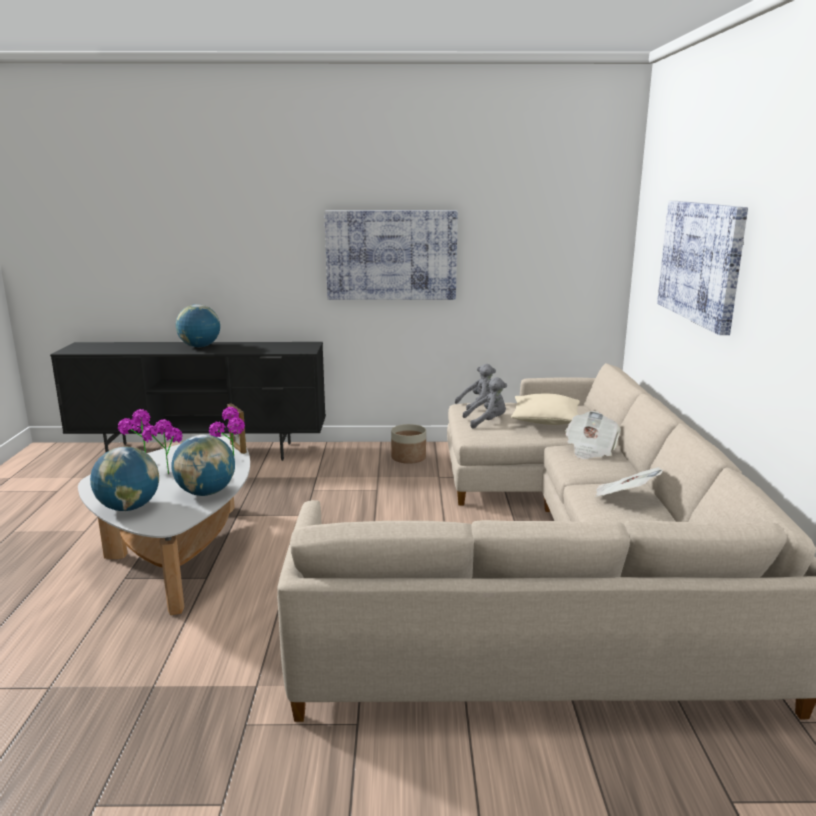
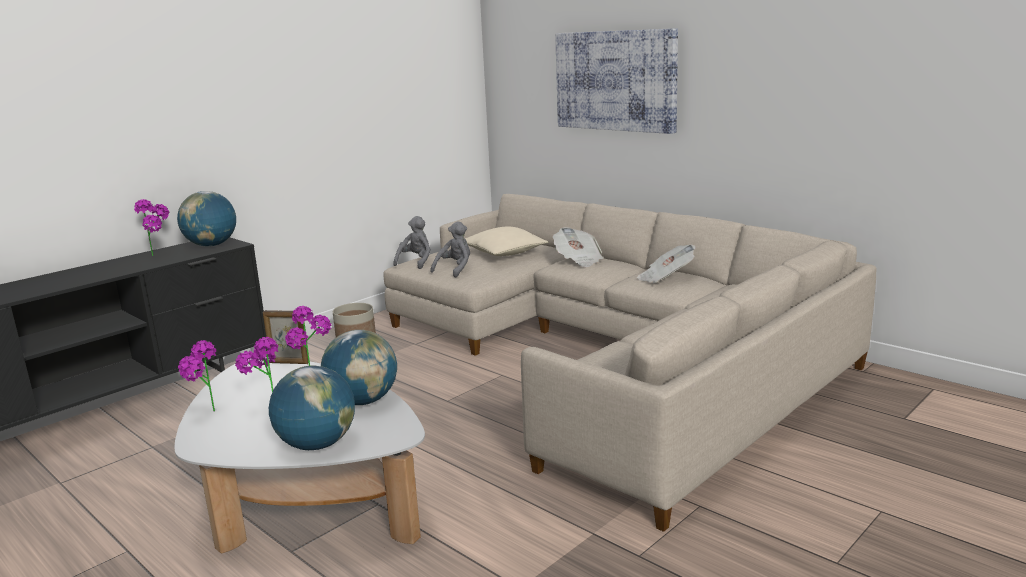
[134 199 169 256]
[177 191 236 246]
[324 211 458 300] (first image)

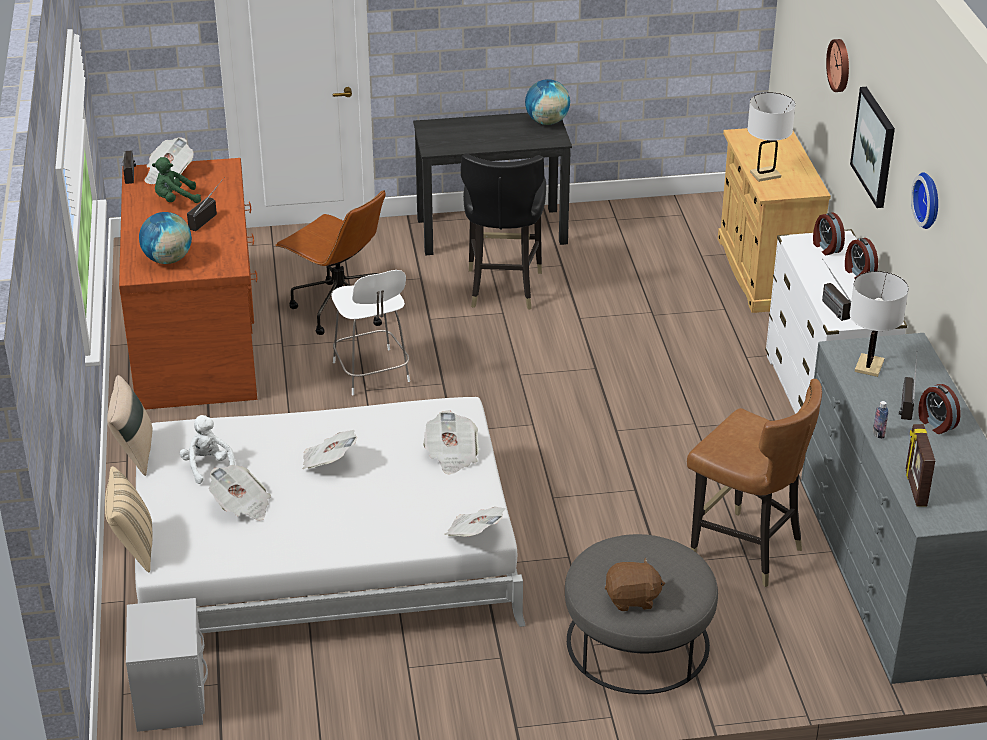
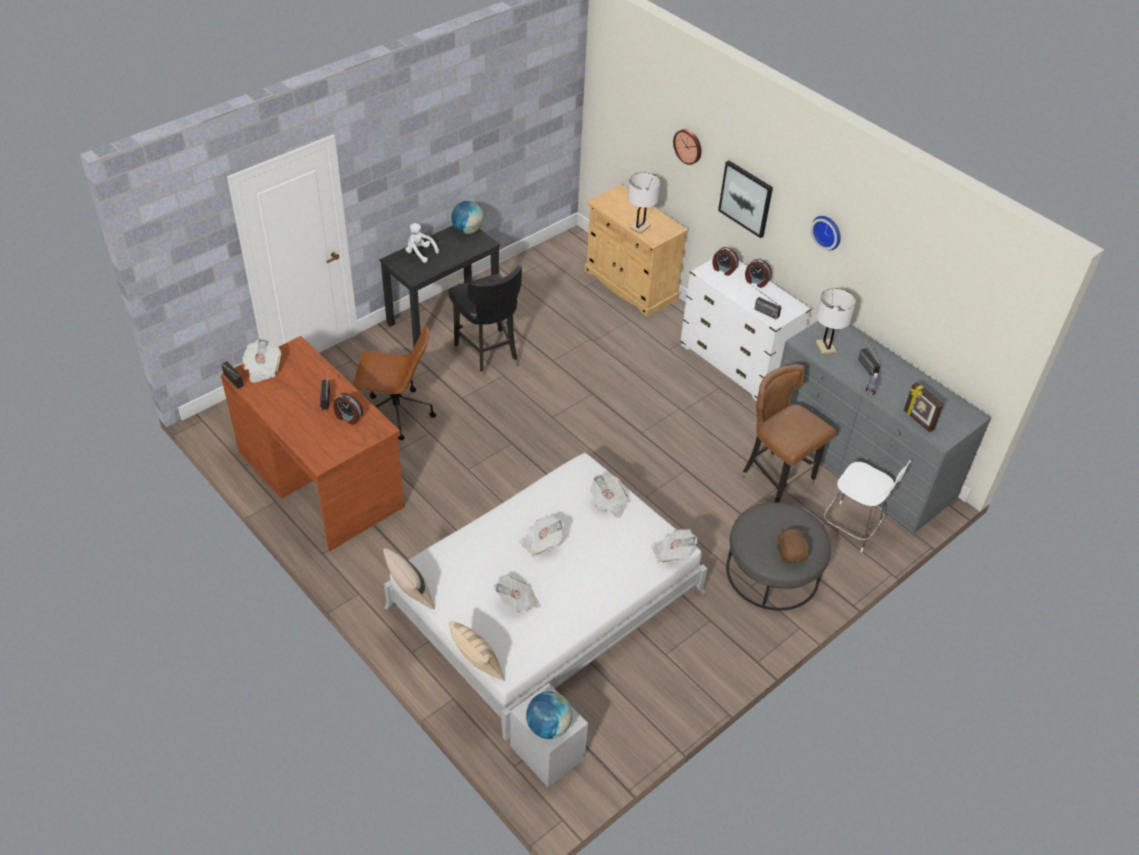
[333 393 363 425]
[406 223 439 263]
[526 691 572 739]
[740 364 836 503]
[777 529 809 563]
[823 460 911 552]
[152 157 201 203] (first image)

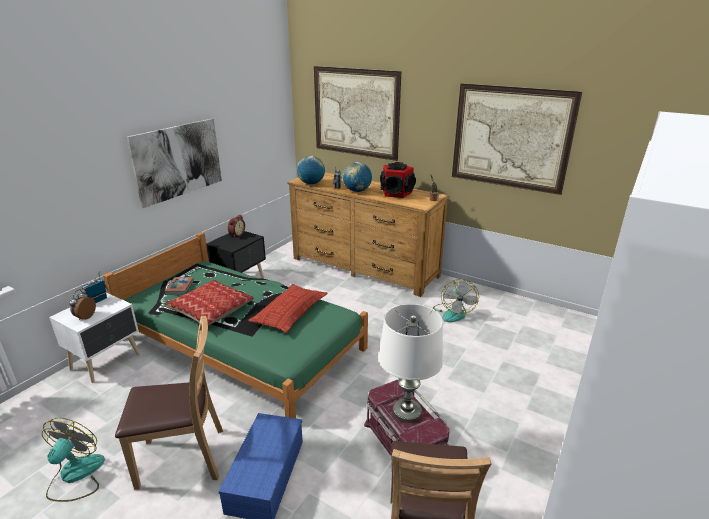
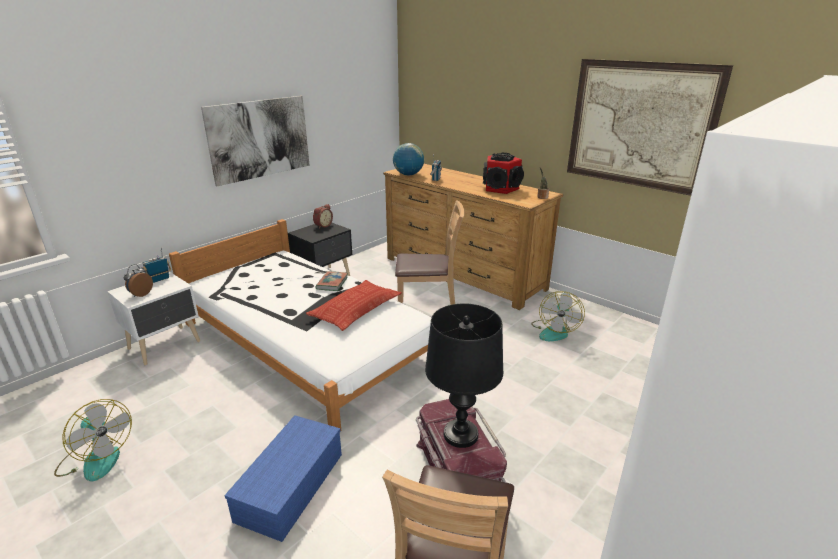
[54 399 132 481]
[169 219 431 430]
[315 271 348 291]
[395 200 465 305]
[425 303 503 448]
[163 280 254 325] (first image)
[314 66 401 161] (first image)
[343 162 372 192] (first image)

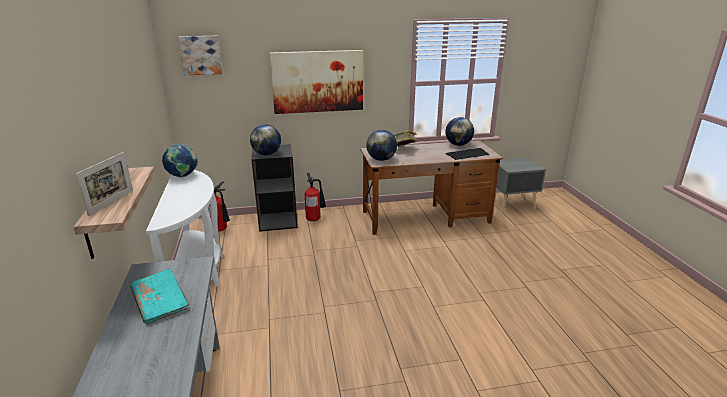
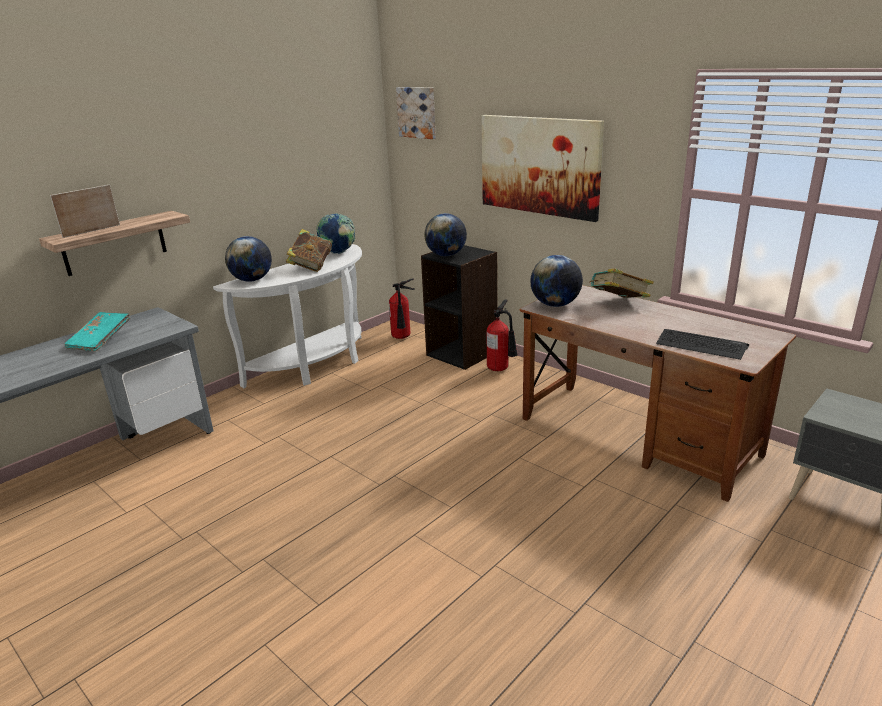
[50 184 120 238]
[225 236 272 282]
[286 229 332 272]

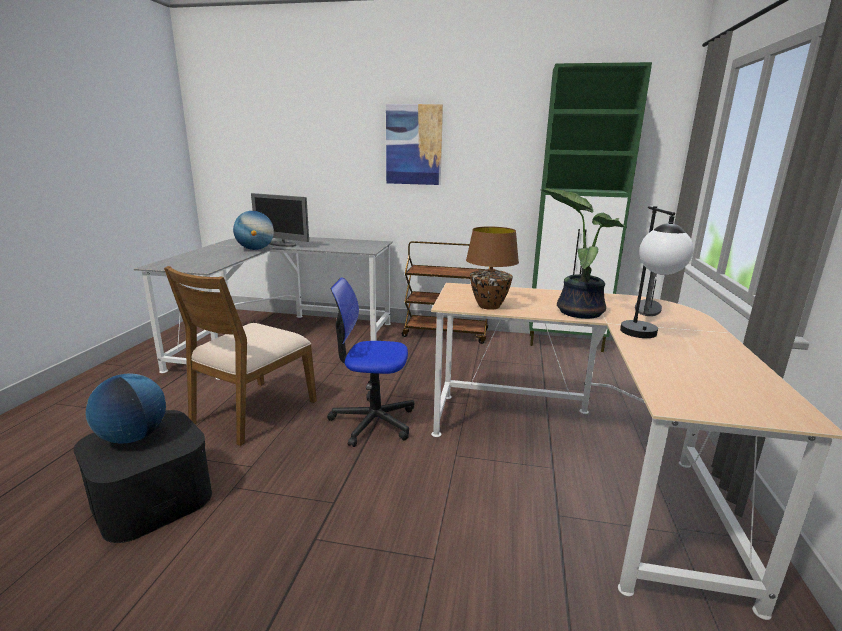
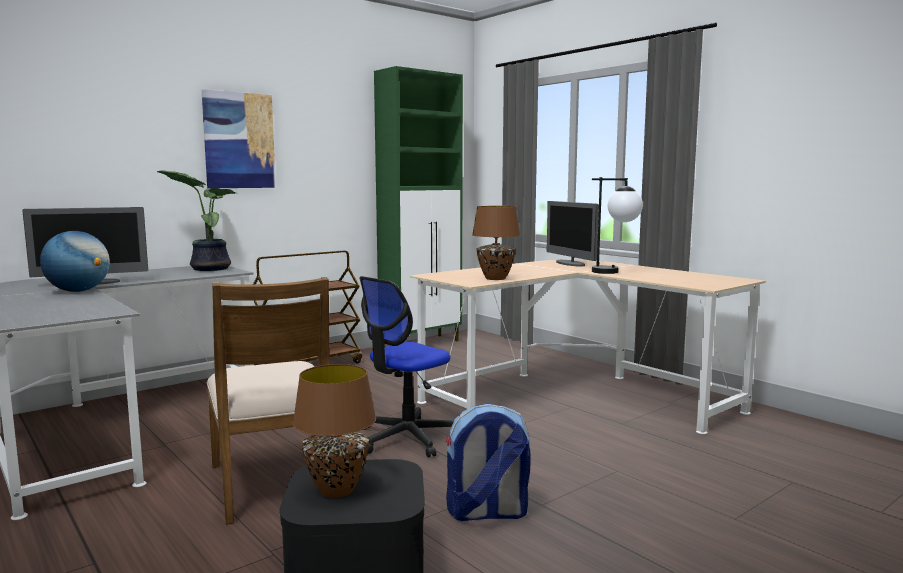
[156 170 235 271]
[293 364 376 498]
[446 404 531 521]

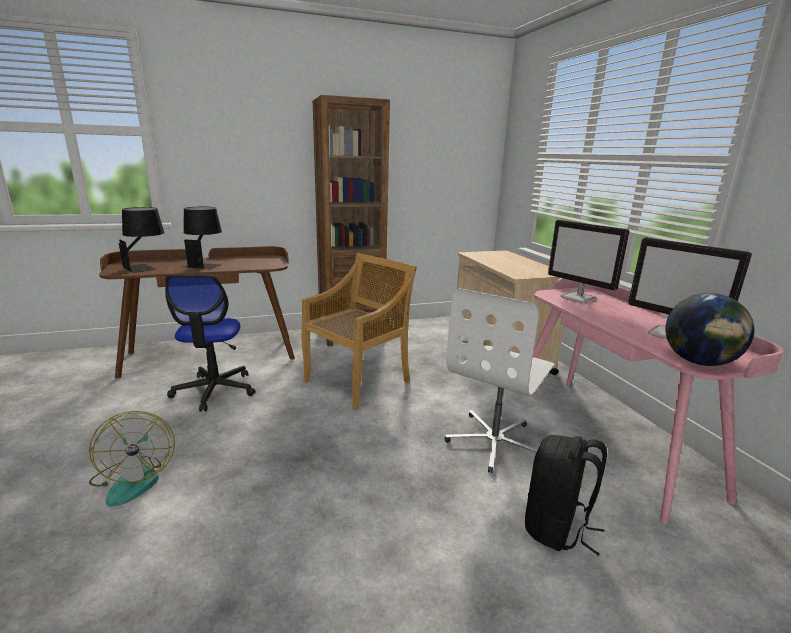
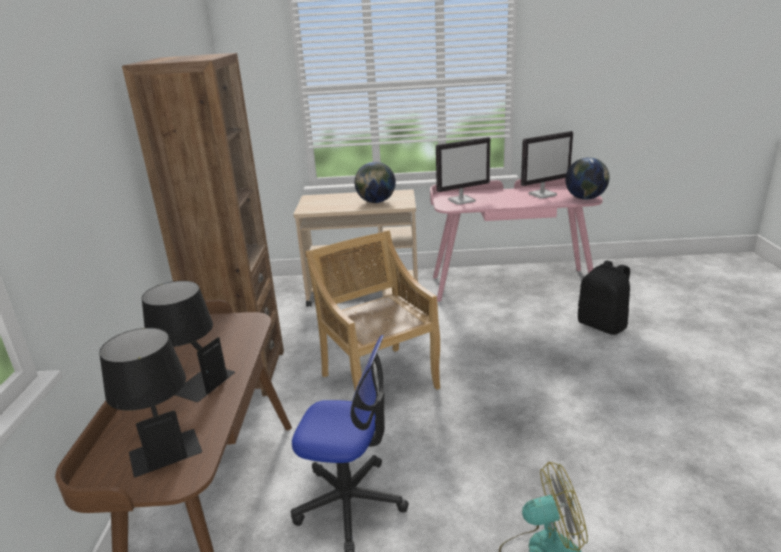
[355 162 396 203]
[445 288 555 473] (first image)

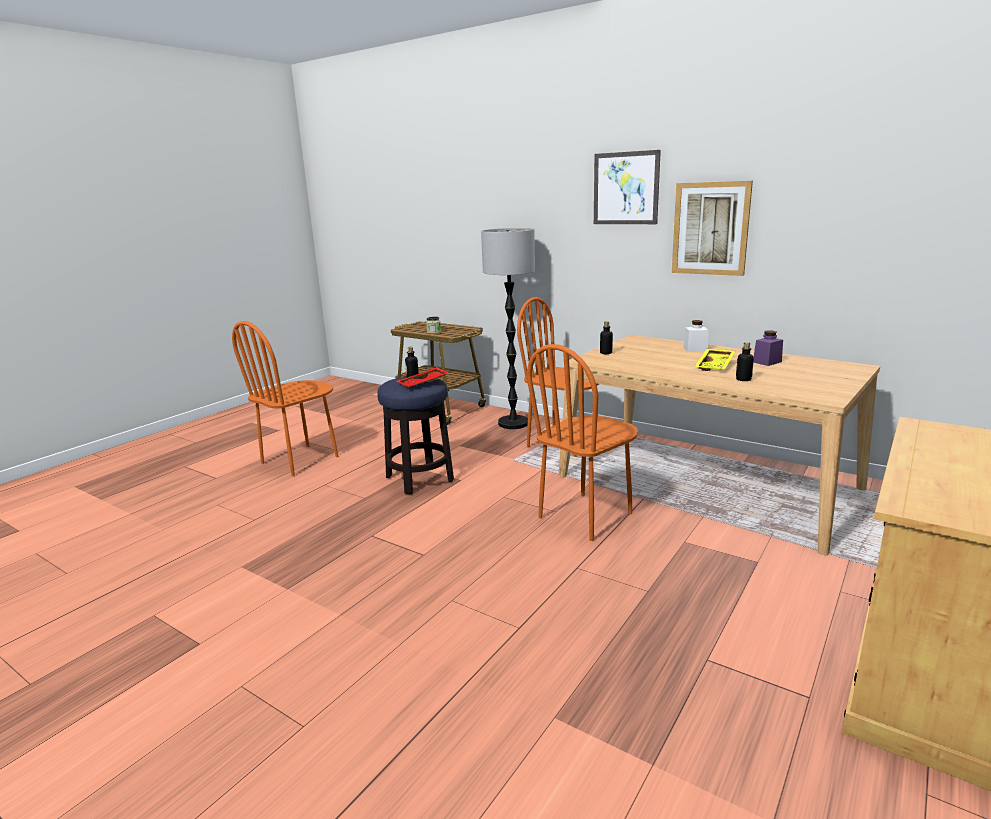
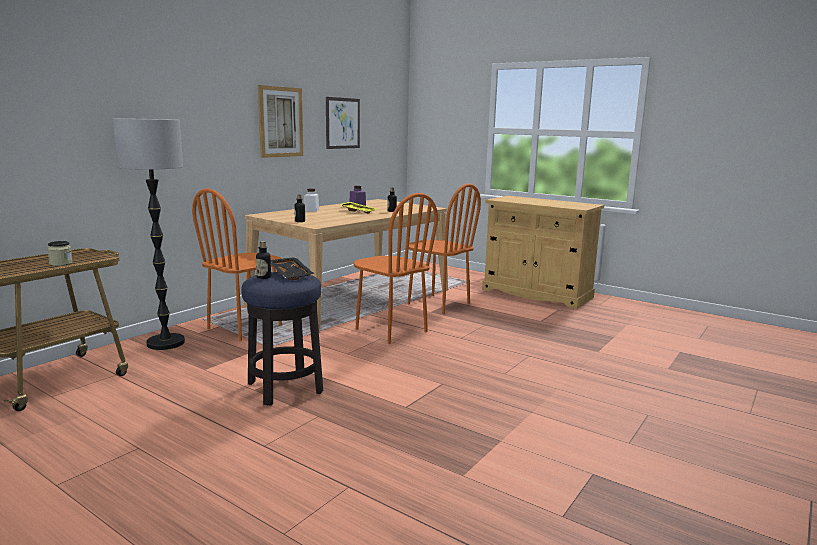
[271 257 314 280]
[326 97 360 149]
[408 184 481 314]

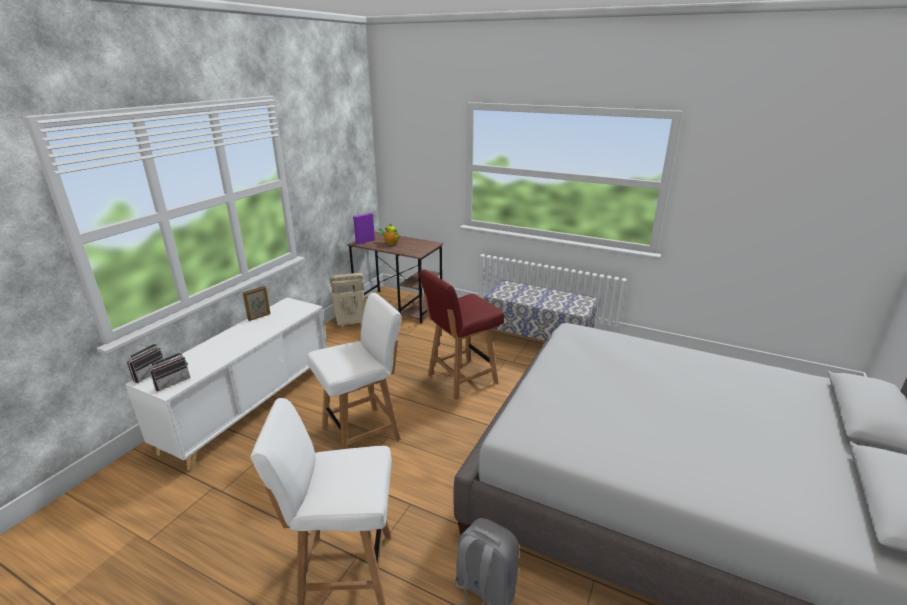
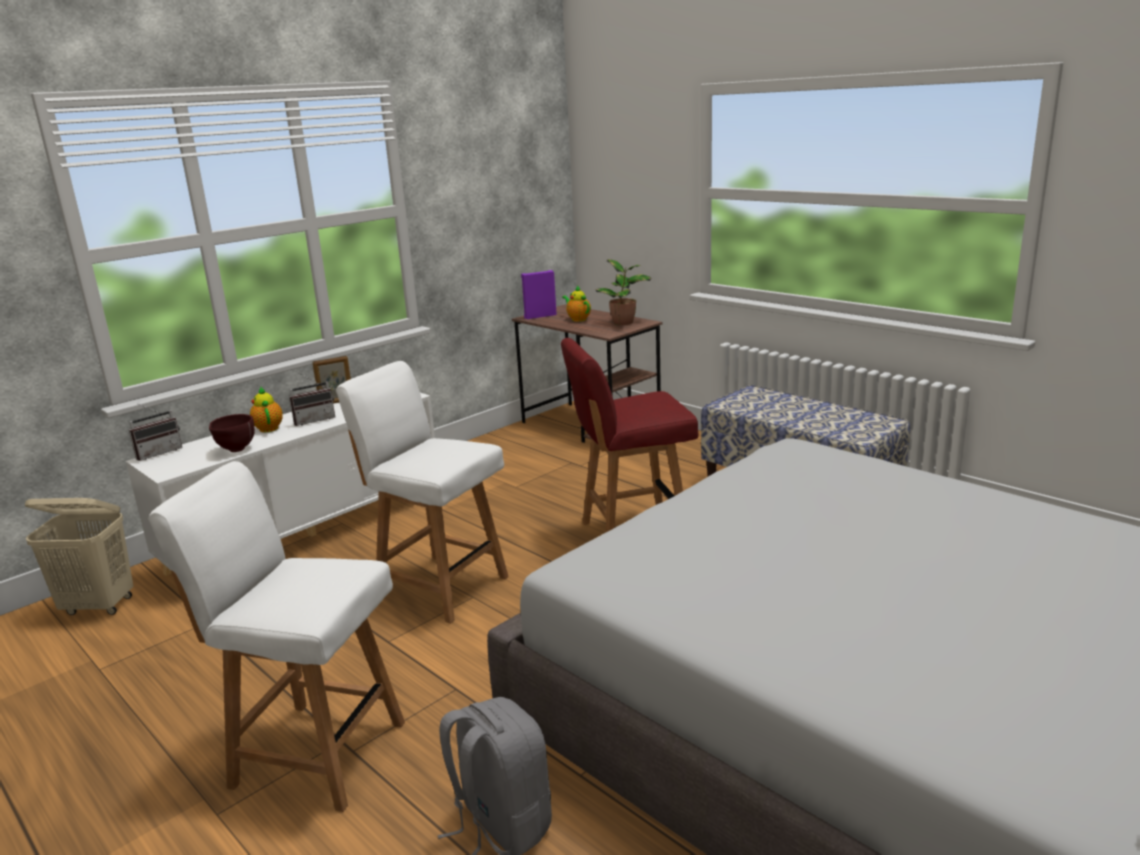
[25 498 133 615]
[209 414 255 452]
[250 387 283 432]
[289 373 335 426]
[336 361 509 624]
[596 259 651 325]

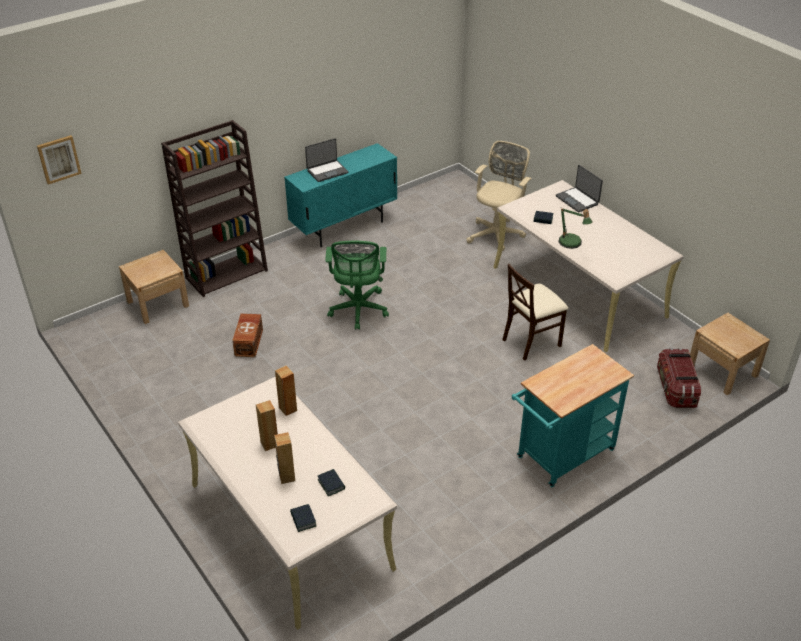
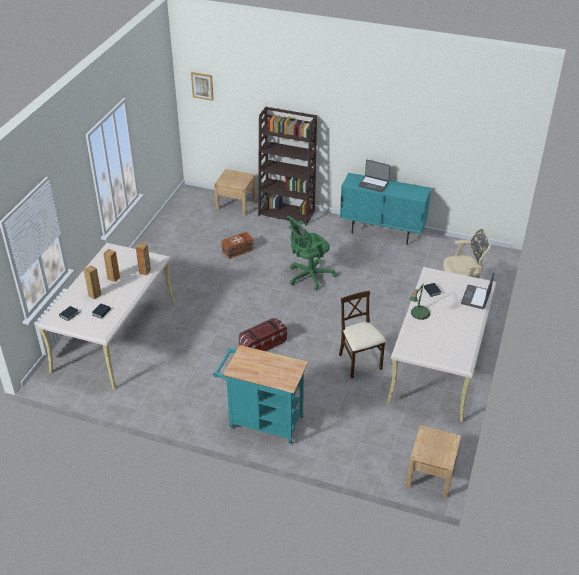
[239 318 287 351]
[339 291 386 379]

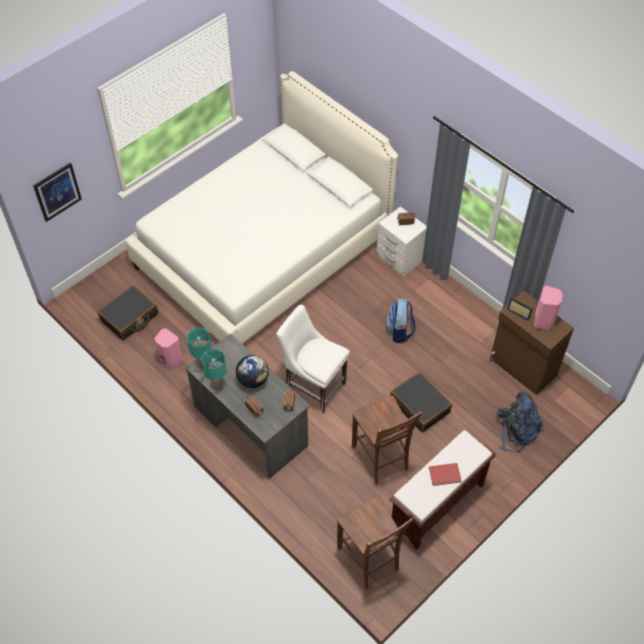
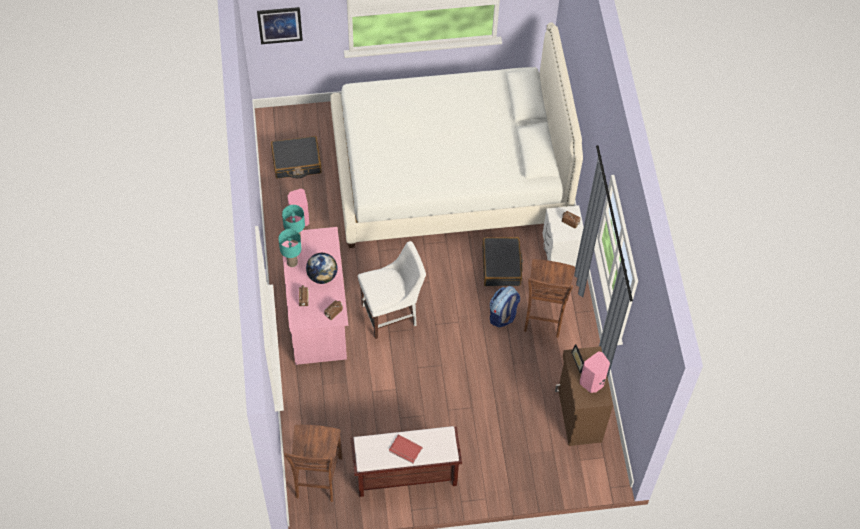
[282 227 348 365]
[358 241 426 339]
[482 237 523 286]
[524 259 575 338]
[497 391 545 452] (first image)

